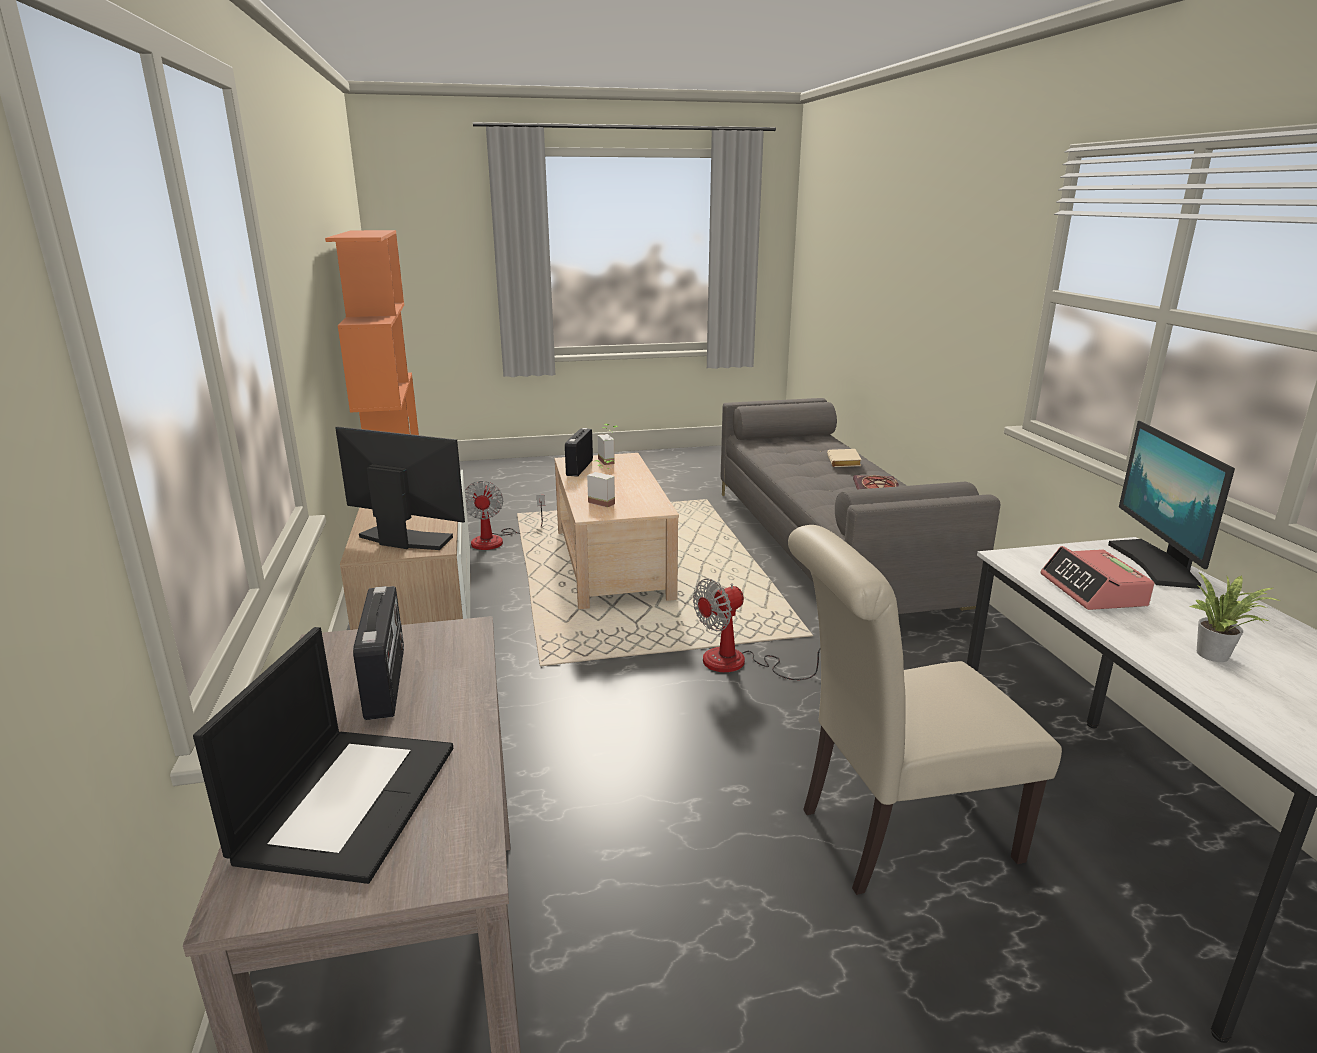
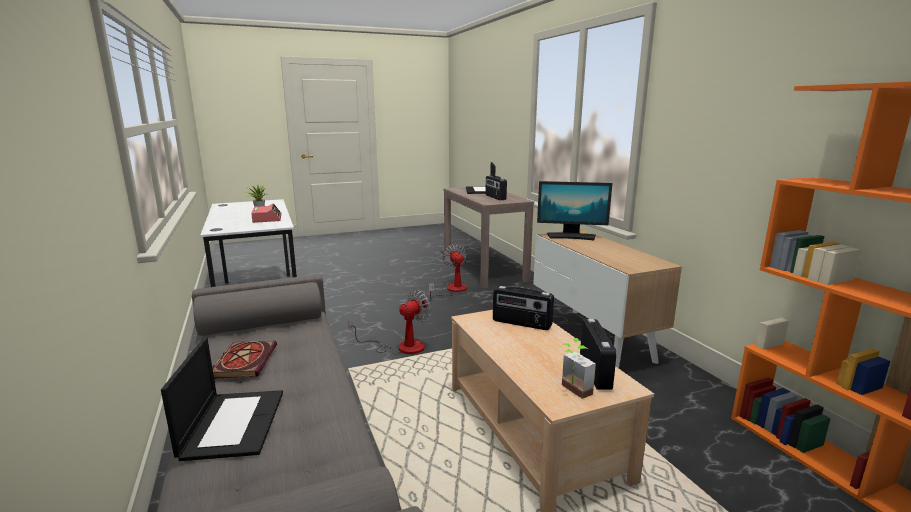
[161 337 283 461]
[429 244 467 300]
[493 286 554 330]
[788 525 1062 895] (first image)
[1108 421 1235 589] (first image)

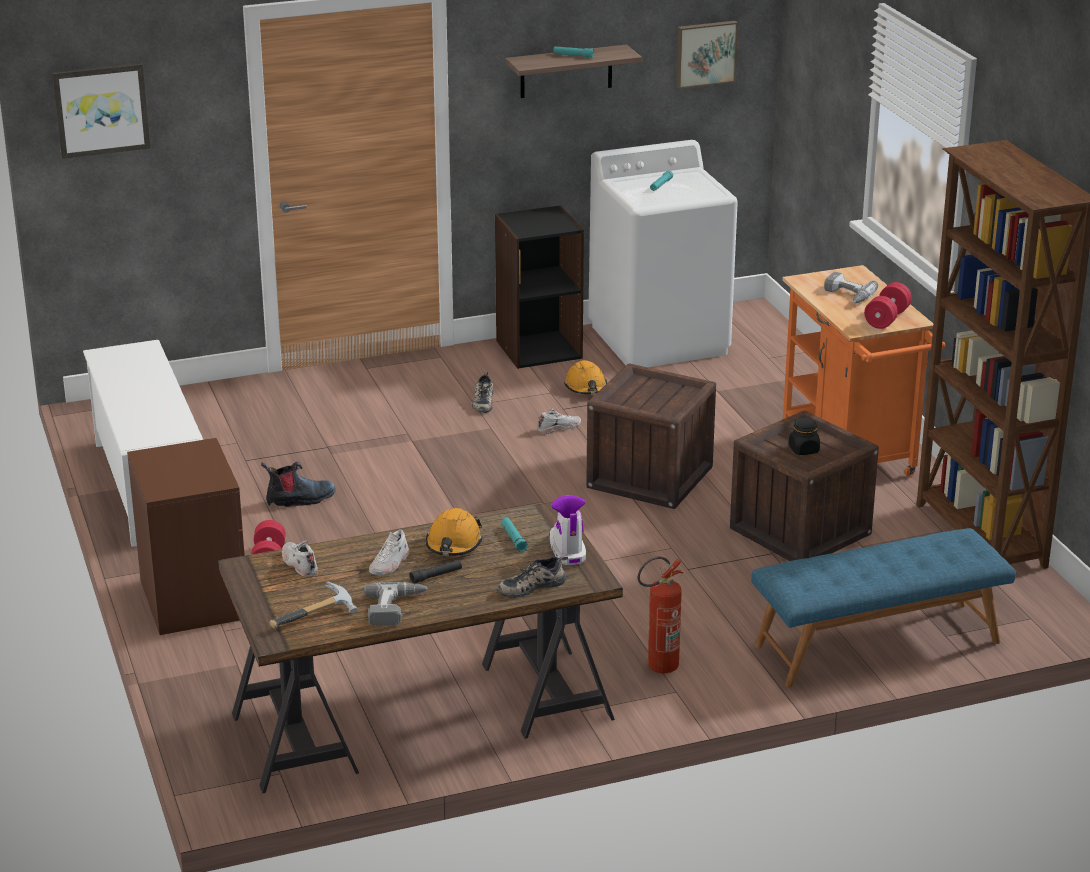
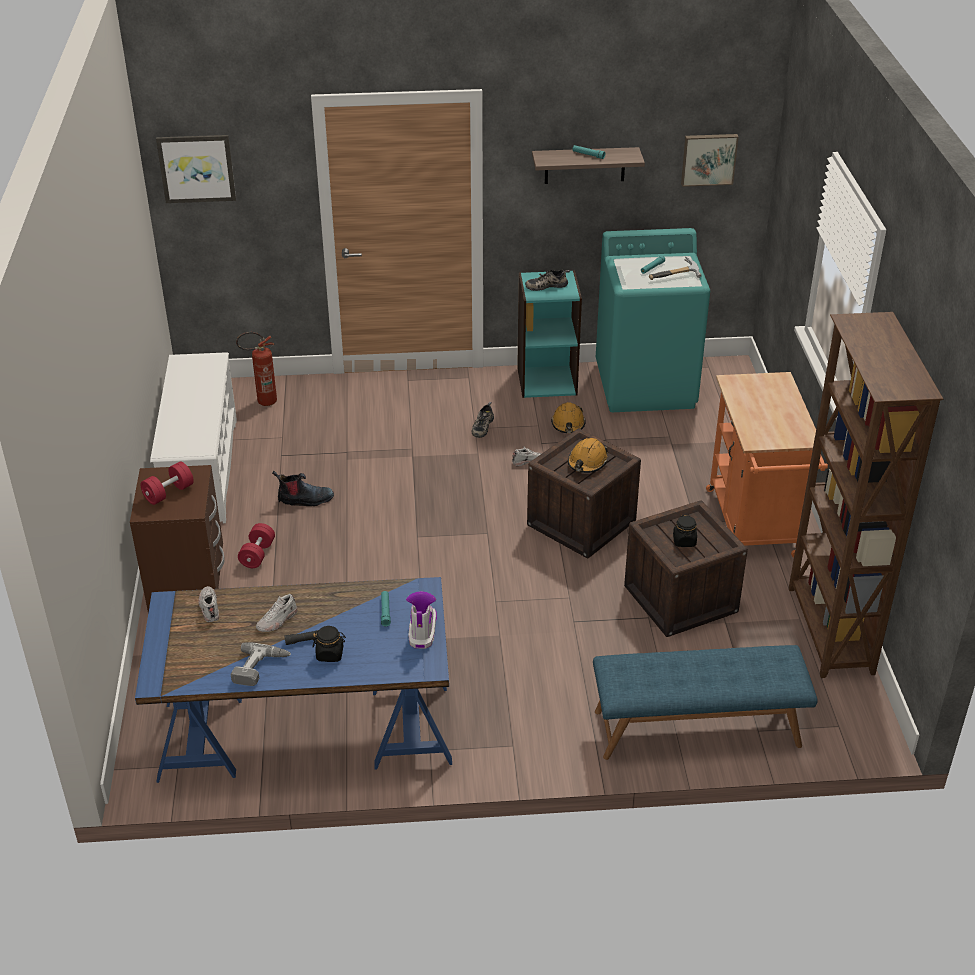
[135 577 452 783]
[140 462 194 505]
[236 332 277 406]
[313 626 346 662]
[517 270 582 398]
[525 270 570 291]
[568 438 609 473]
[596 228 710 412]
[649 257 702 280]
[824 272 878 303] (first image)

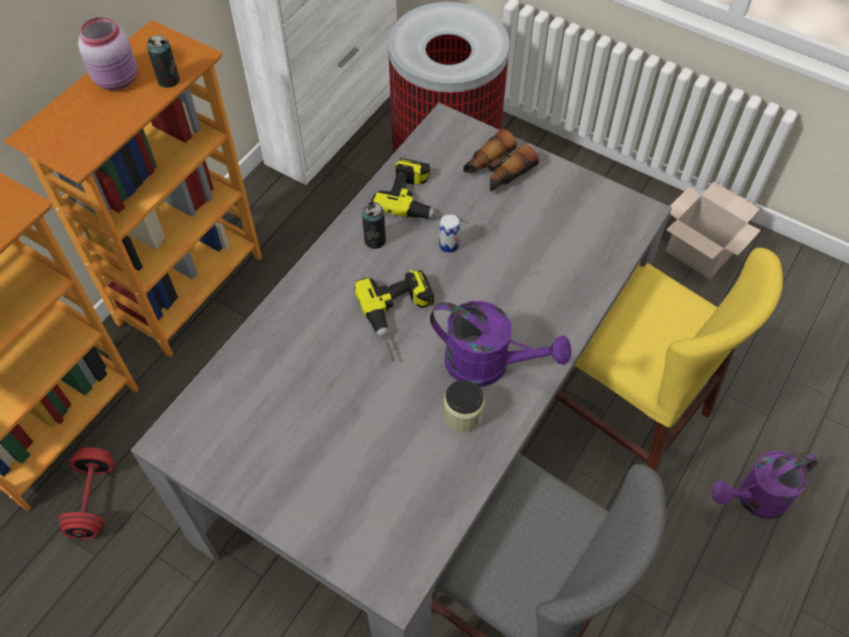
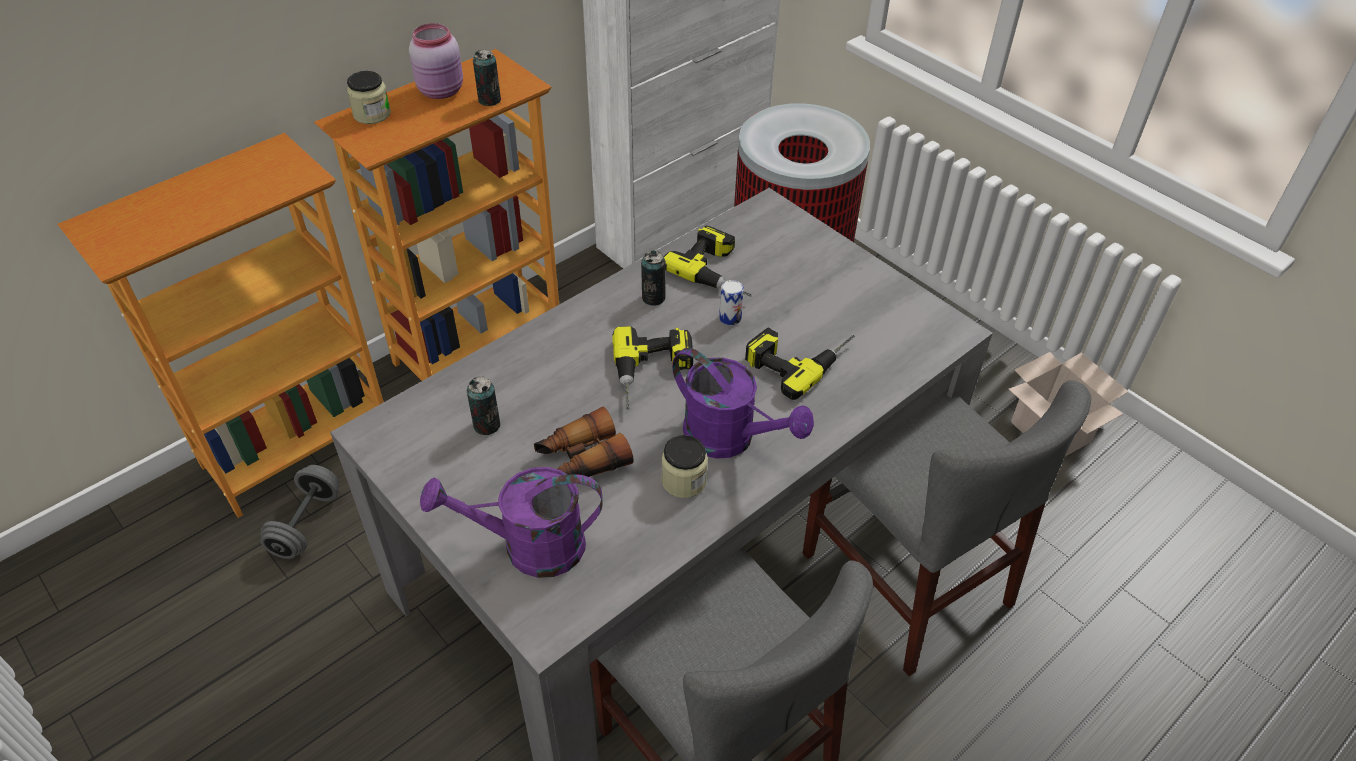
[260 465 339 559]
[347 71 391 124]
[420 467 603 578]
[467 377 500 435]
[534 407 634 477]
[745 328 855 400]
[803 380 1091 676]

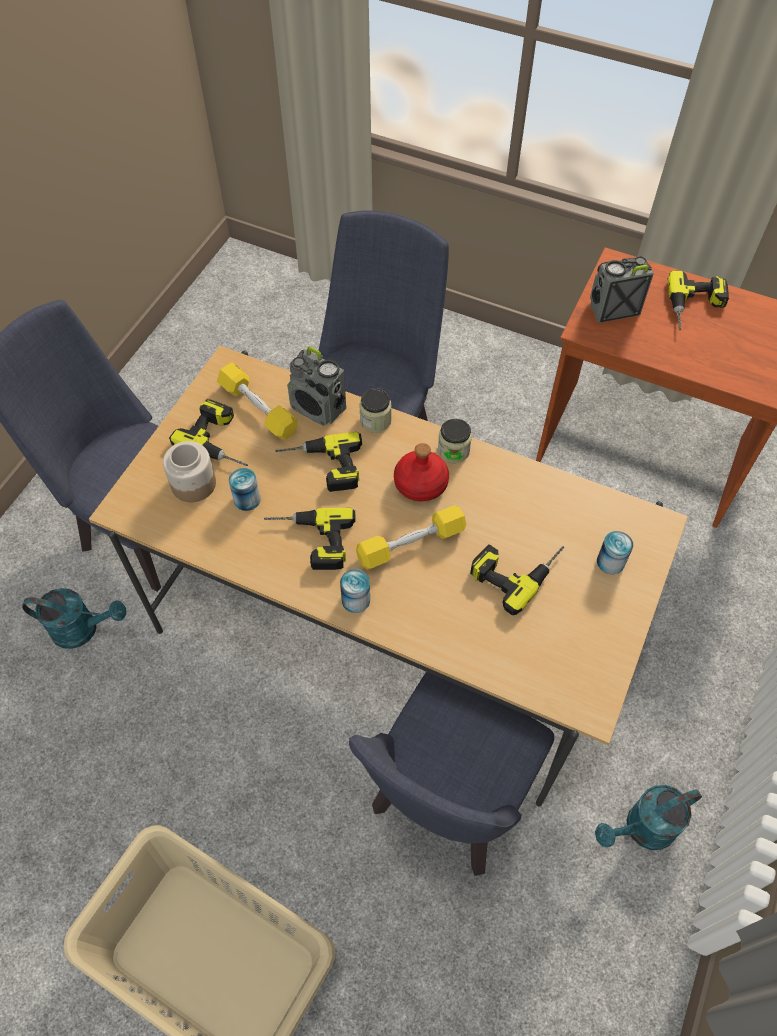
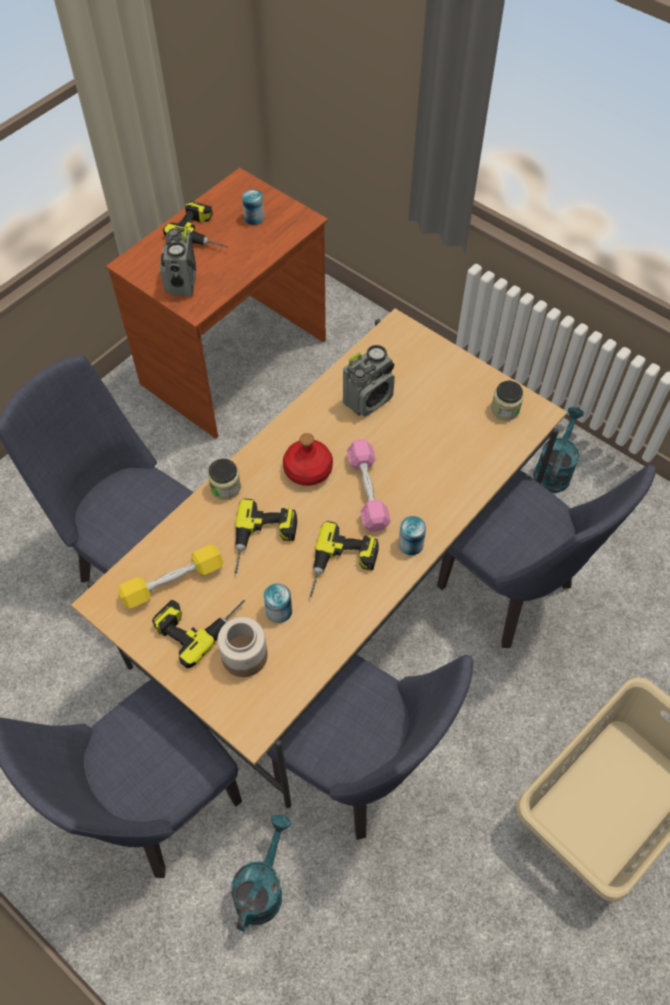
[242 189 265 225]
[266 655 473 840]
[343 345 395 417]
[347 439 391 532]
[491 381 524 421]
[533 407 584 493]
[470 545 564 615] (first image)

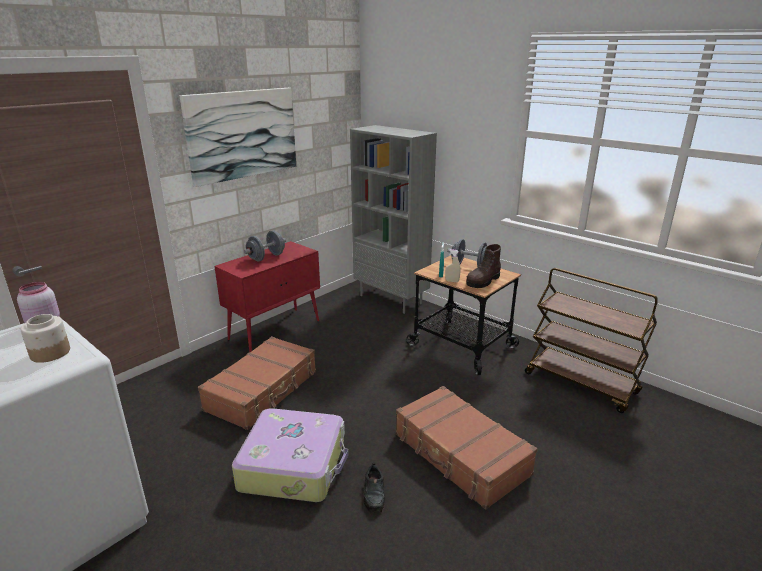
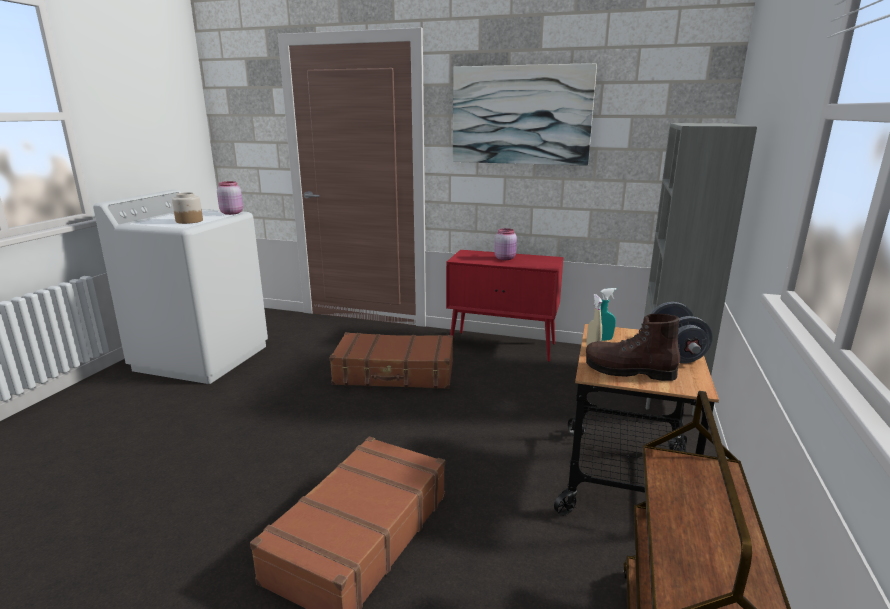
[494 228 517 260]
[232 408 348 502] (first image)
[364 463 385 515] (first image)

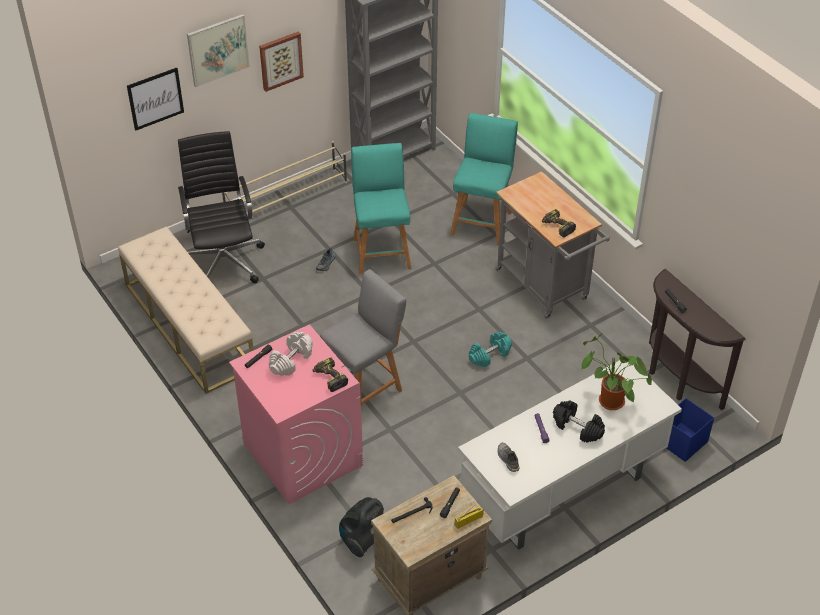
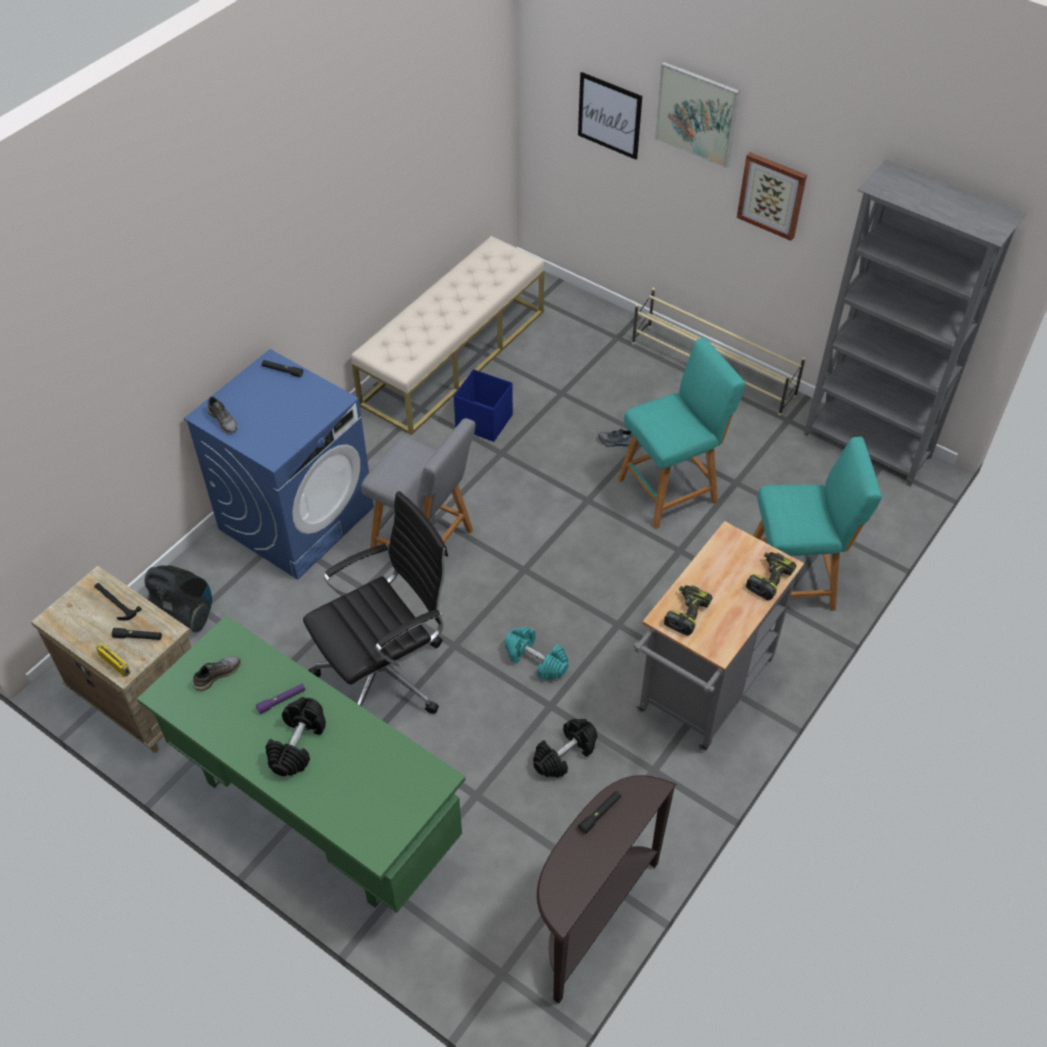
[137 616 465 913]
[184 349 374 580]
[208 396 238 434]
[303 491 448 714]
[454 369 513 442]
[533 719 597 778]
[746 552 796 600]
[269 332 313 376] (first image)
[582 334 652 410] (first image)

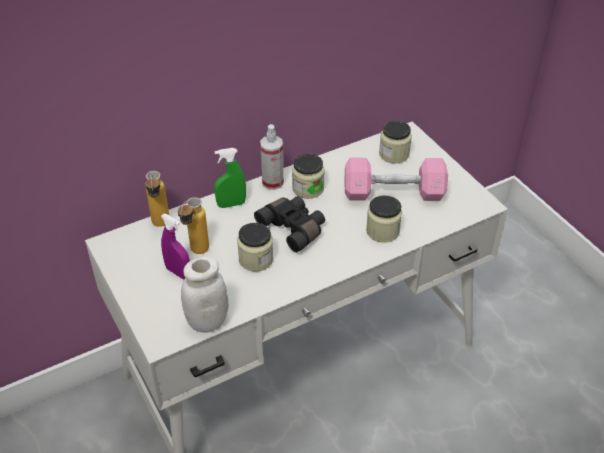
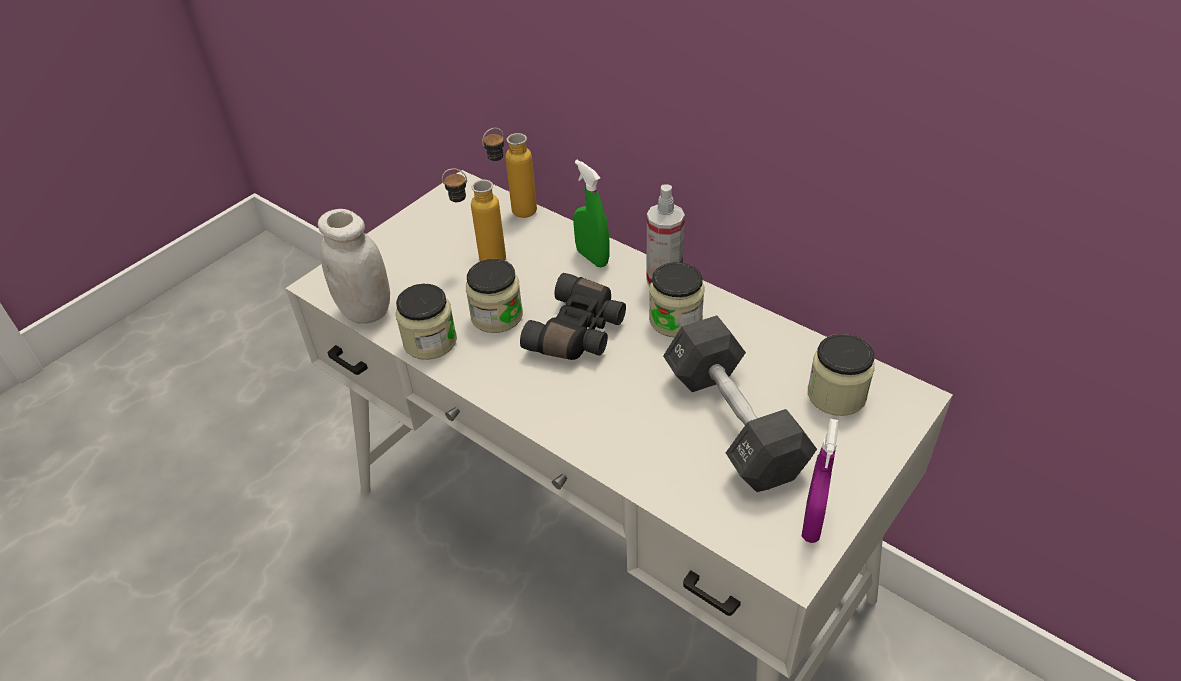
[396 284 457 360]
[663 315 817 492]
[802 419 839 543]

